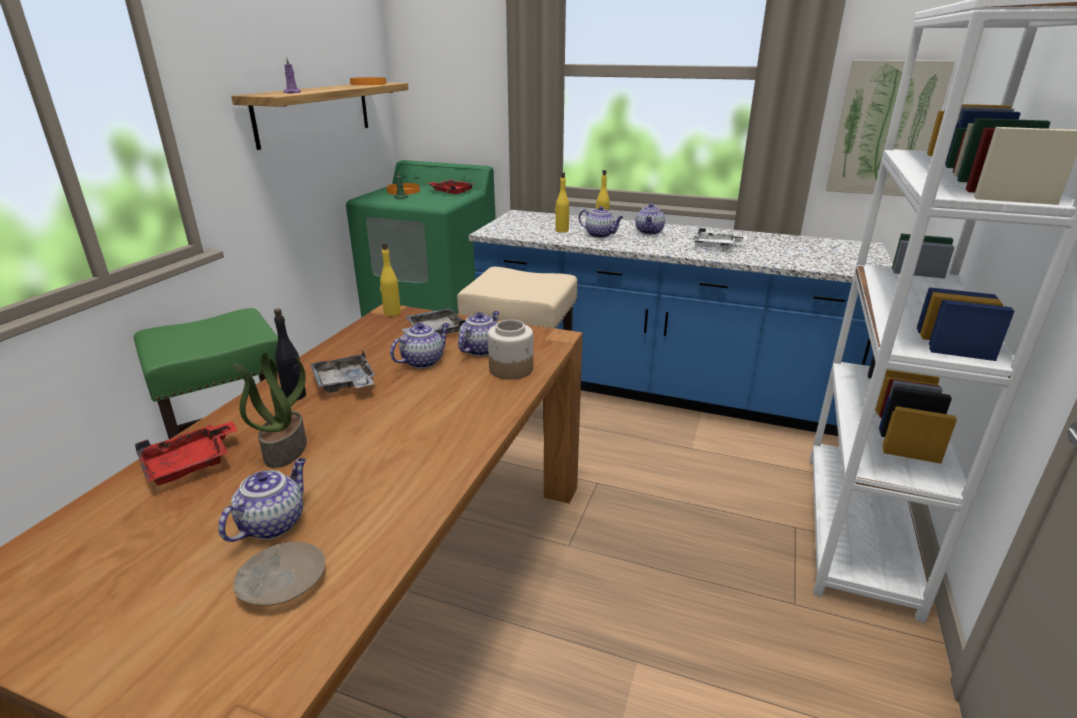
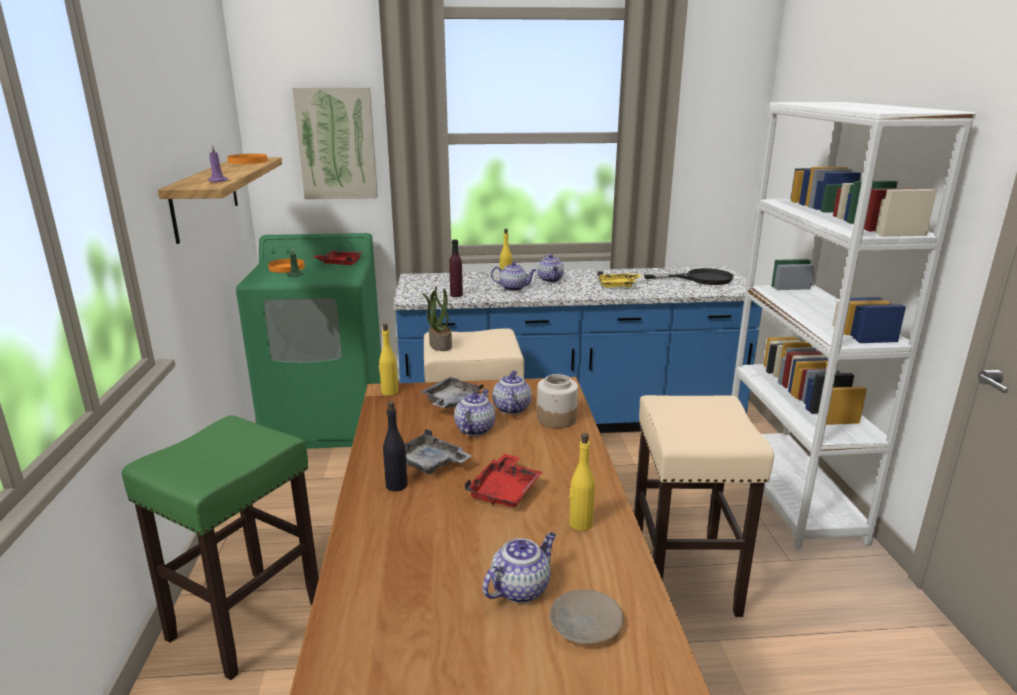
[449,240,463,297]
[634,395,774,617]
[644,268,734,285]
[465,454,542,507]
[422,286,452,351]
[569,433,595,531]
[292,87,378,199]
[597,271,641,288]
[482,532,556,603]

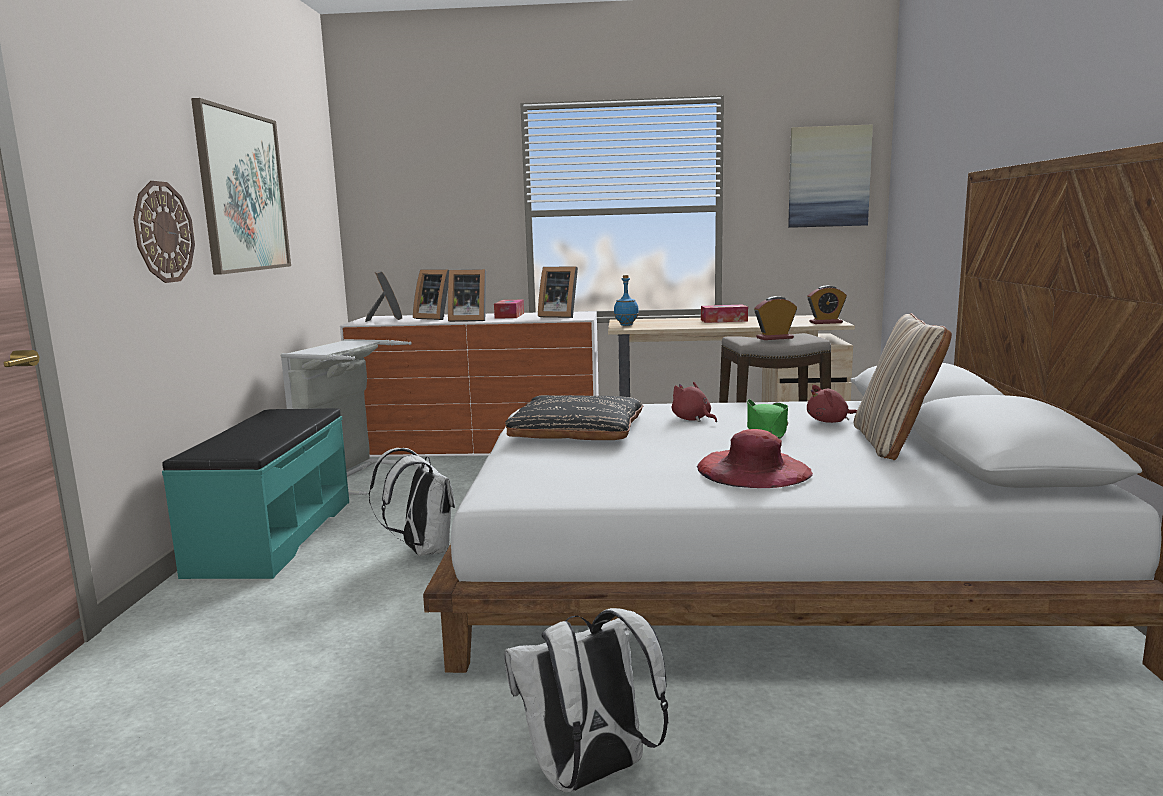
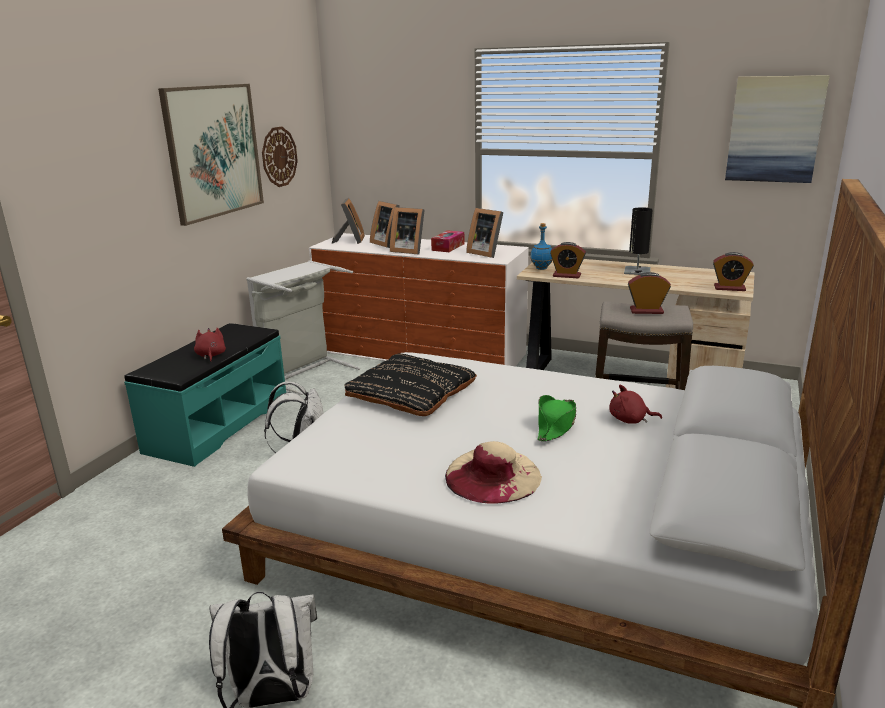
[854,313,952,460] (first image)
[550,242,586,278]
[262,127,298,187]
[194,328,226,362]
[624,207,653,275]
[445,441,542,504]

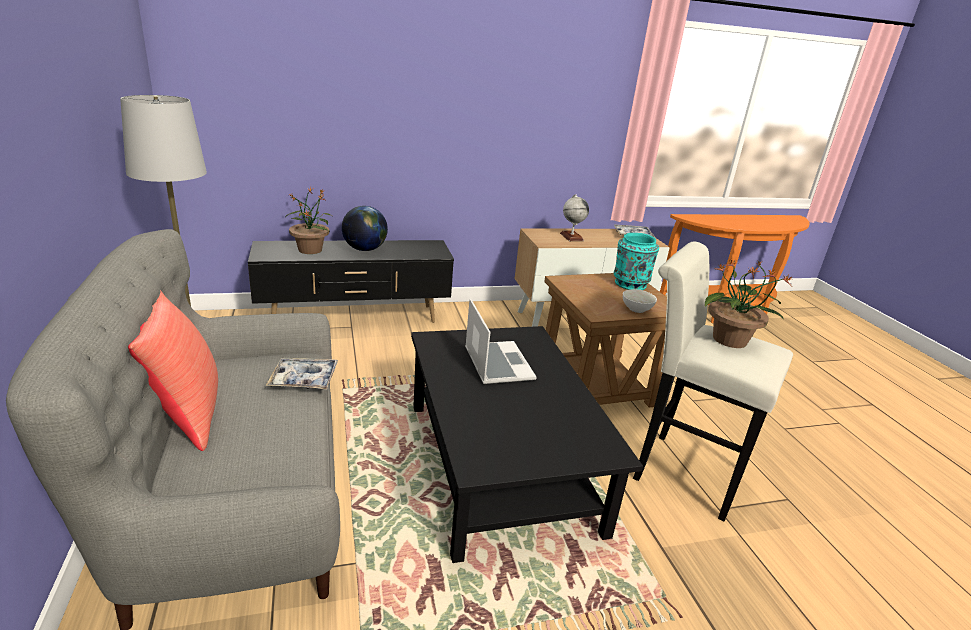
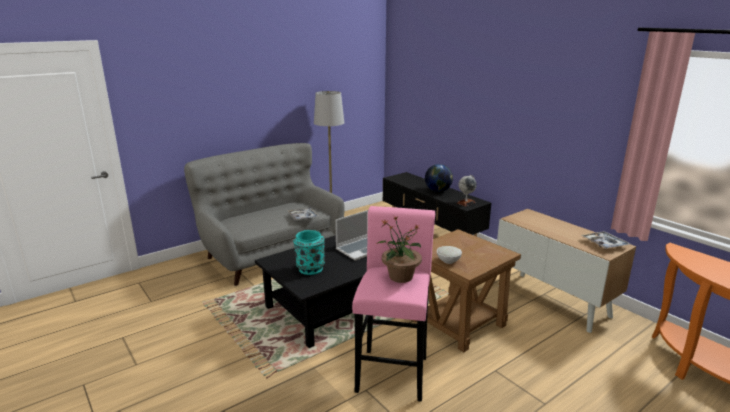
[128,290,218,451] (first image)
[285,187,332,254] (first image)
[457,175,477,207]
[293,230,325,275]
[352,206,435,402]

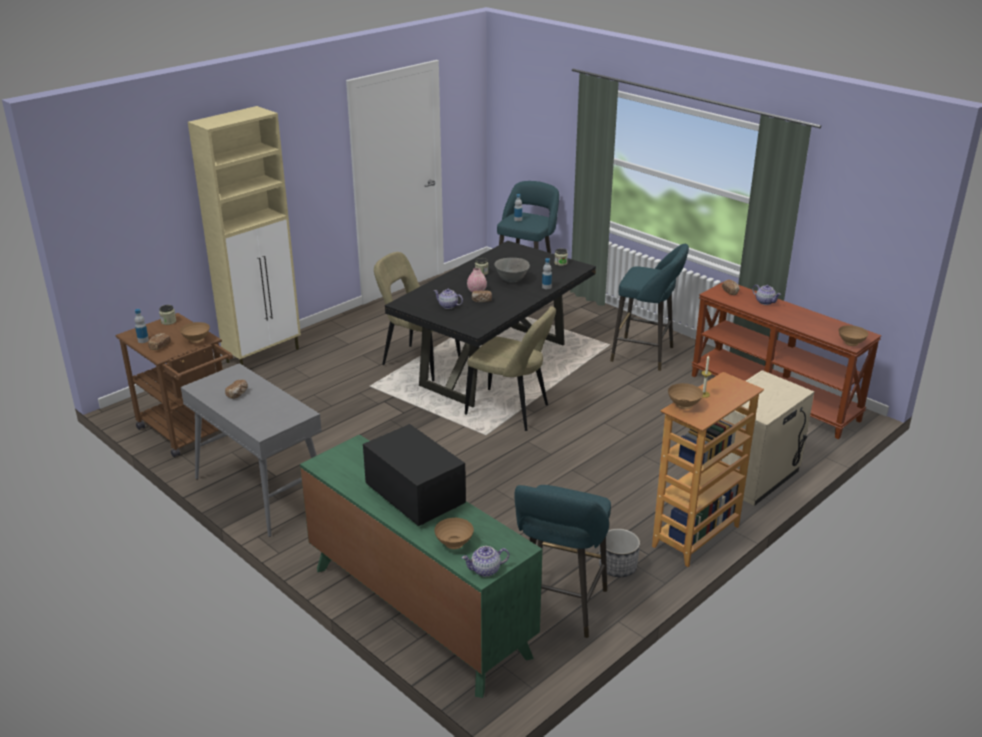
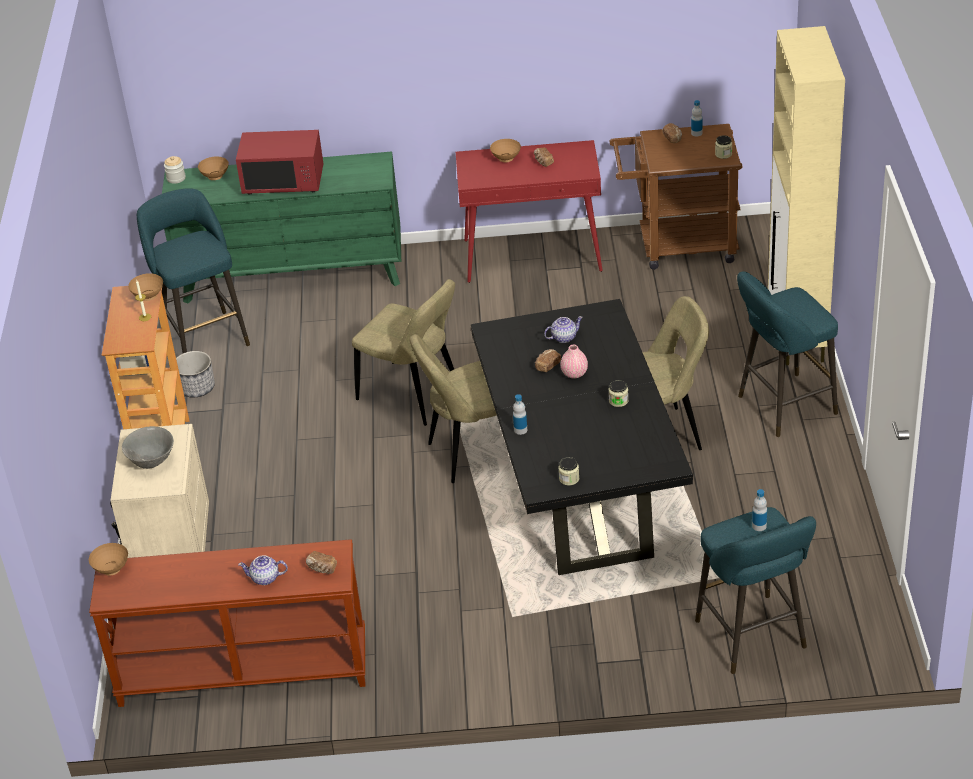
[352,279,455,426]
[490,139,521,162]
[122,426,174,469]
[737,271,838,437]
[164,156,186,184]
[456,140,603,283]
[236,130,323,195]

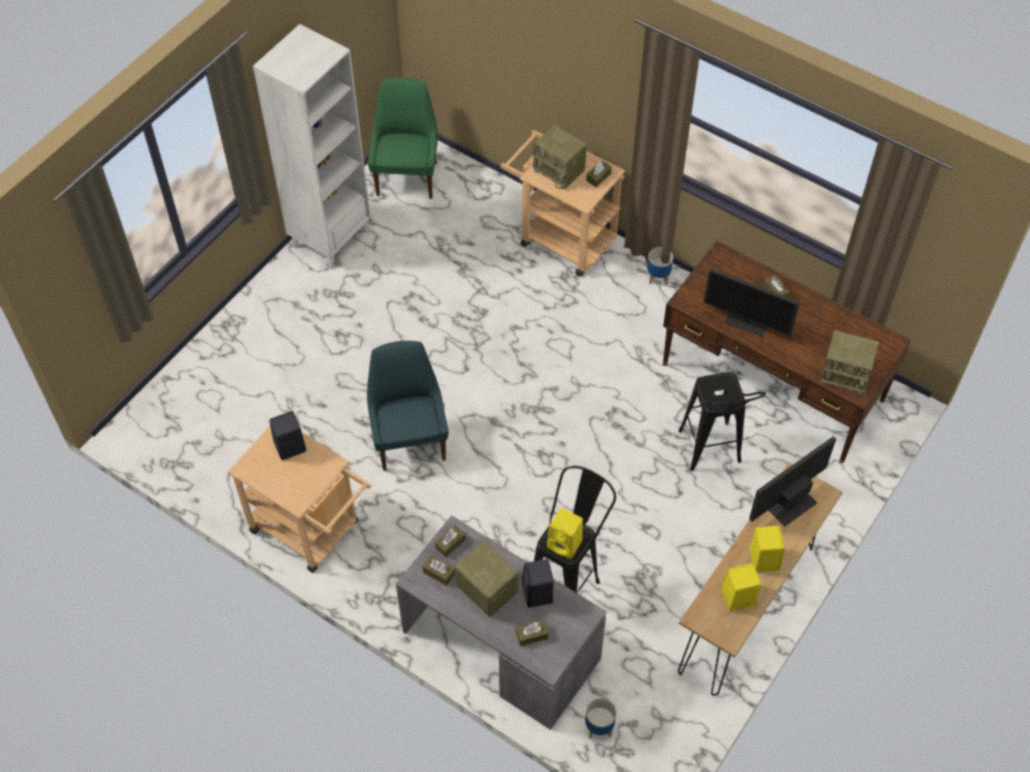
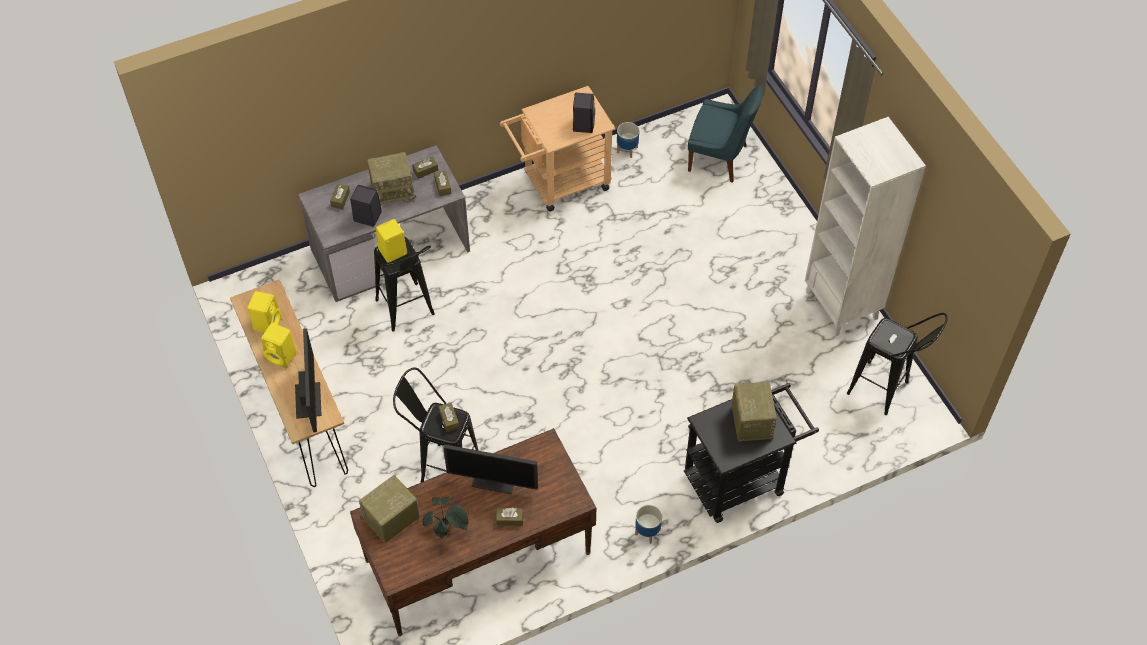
[423,497,468,539]
[688,85,763,183]
[617,122,639,158]
[439,403,459,432]
[847,313,948,415]
[684,383,819,523]
[731,382,776,441]
[443,444,538,494]

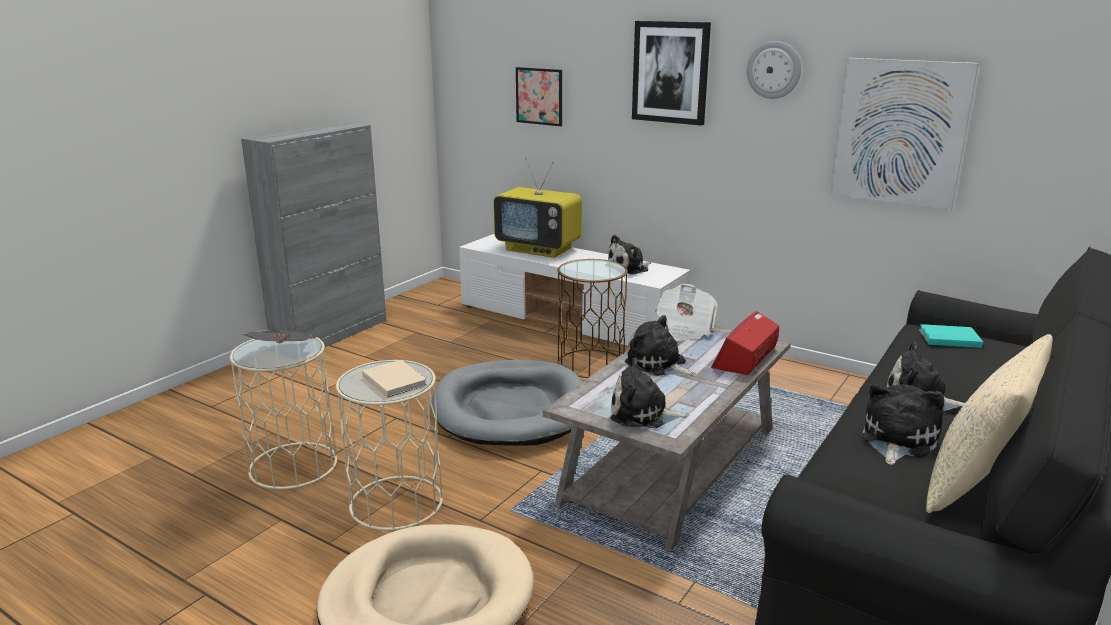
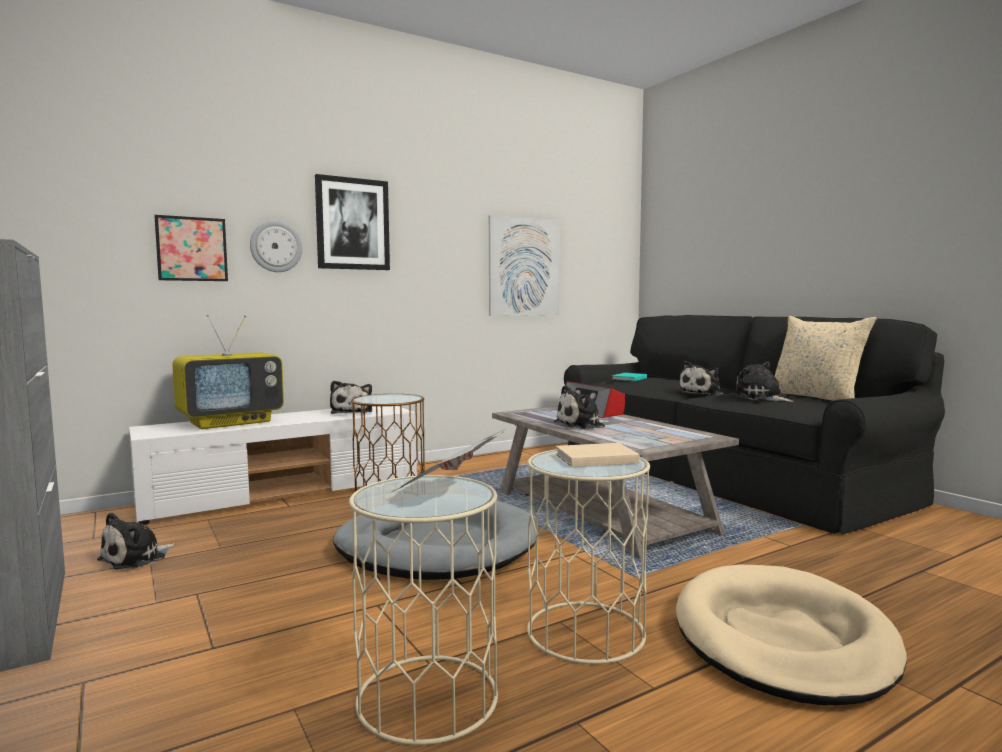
[655,284,718,341] (first image)
[97,513,176,570]
[250,221,302,272]

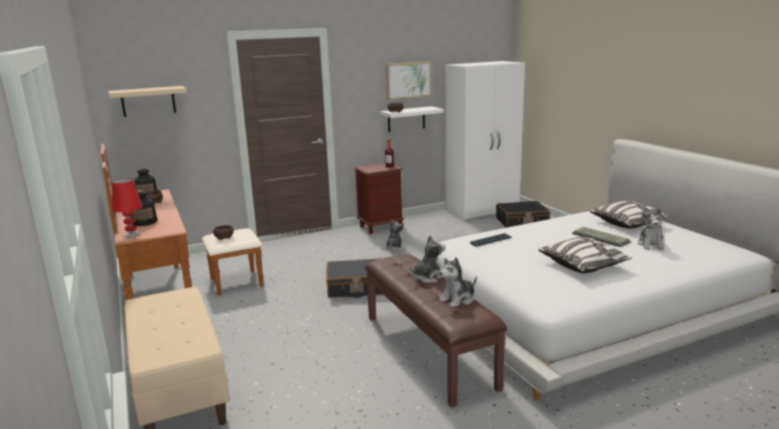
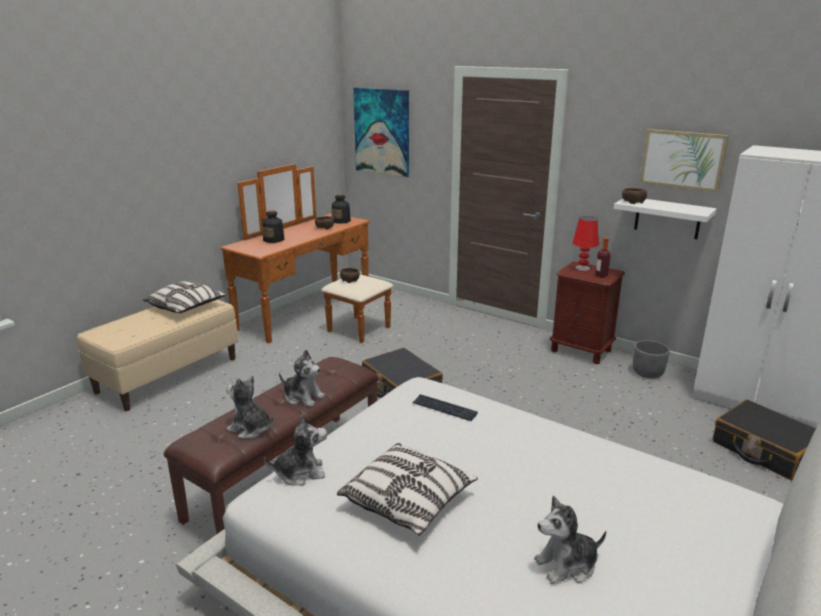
[572,227,631,247] (first image)
[633,340,670,379]
[572,216,599,271]
[264,415,327,486]
[143,281,226,313]
[353,87,409,177]

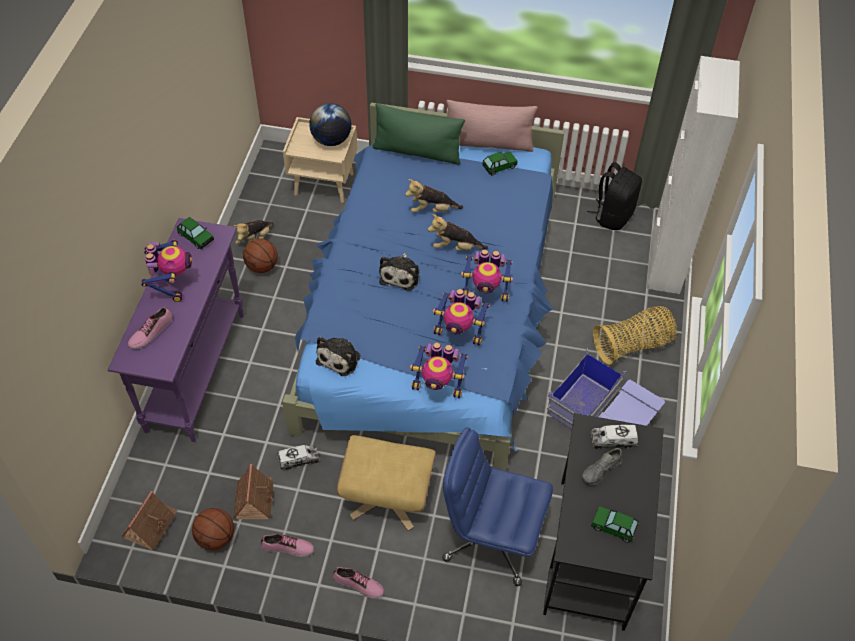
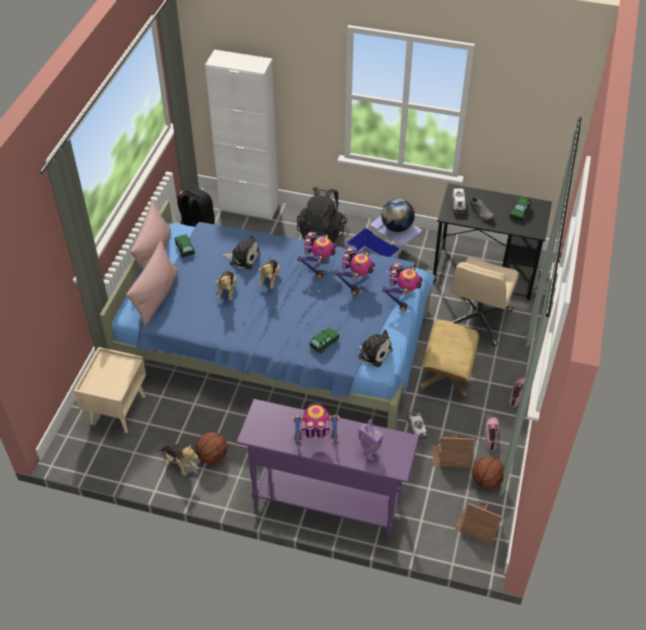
[309,327,339,353]
[381,199,415,232]
[222,235,260,270]
[358,420,384,460]
[297,187,348,243]
[126,241,179,326]
[451,257,519,346]

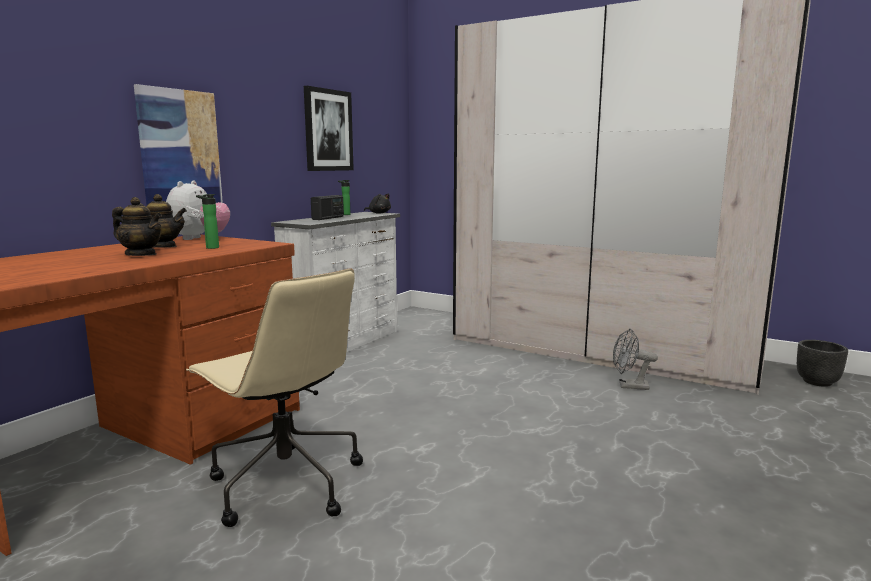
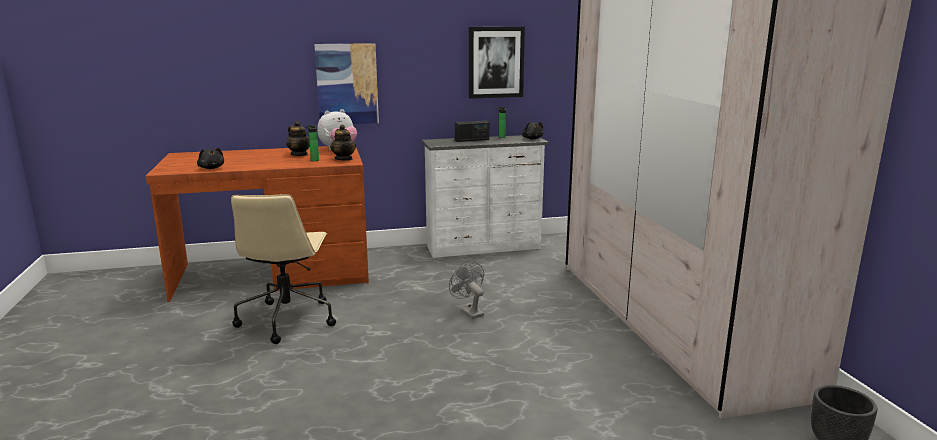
[197,147,224,169]
[330,124,356,161]
[449,262,484,319]

